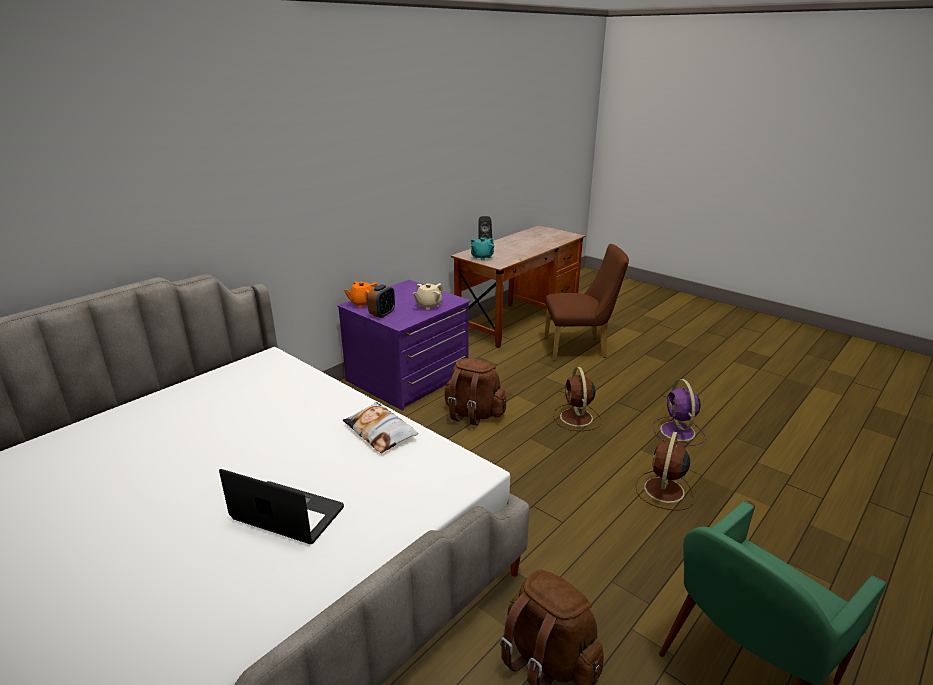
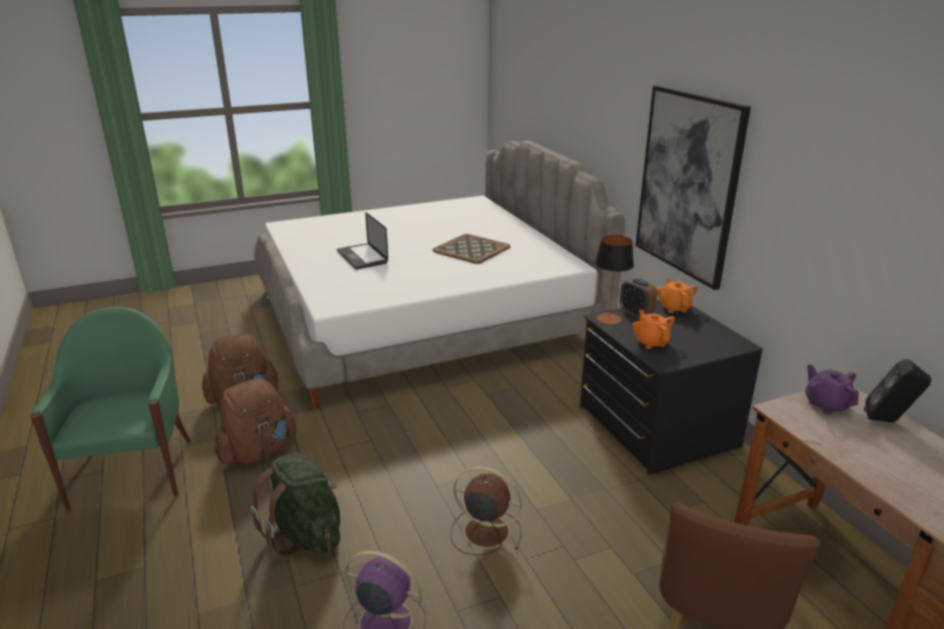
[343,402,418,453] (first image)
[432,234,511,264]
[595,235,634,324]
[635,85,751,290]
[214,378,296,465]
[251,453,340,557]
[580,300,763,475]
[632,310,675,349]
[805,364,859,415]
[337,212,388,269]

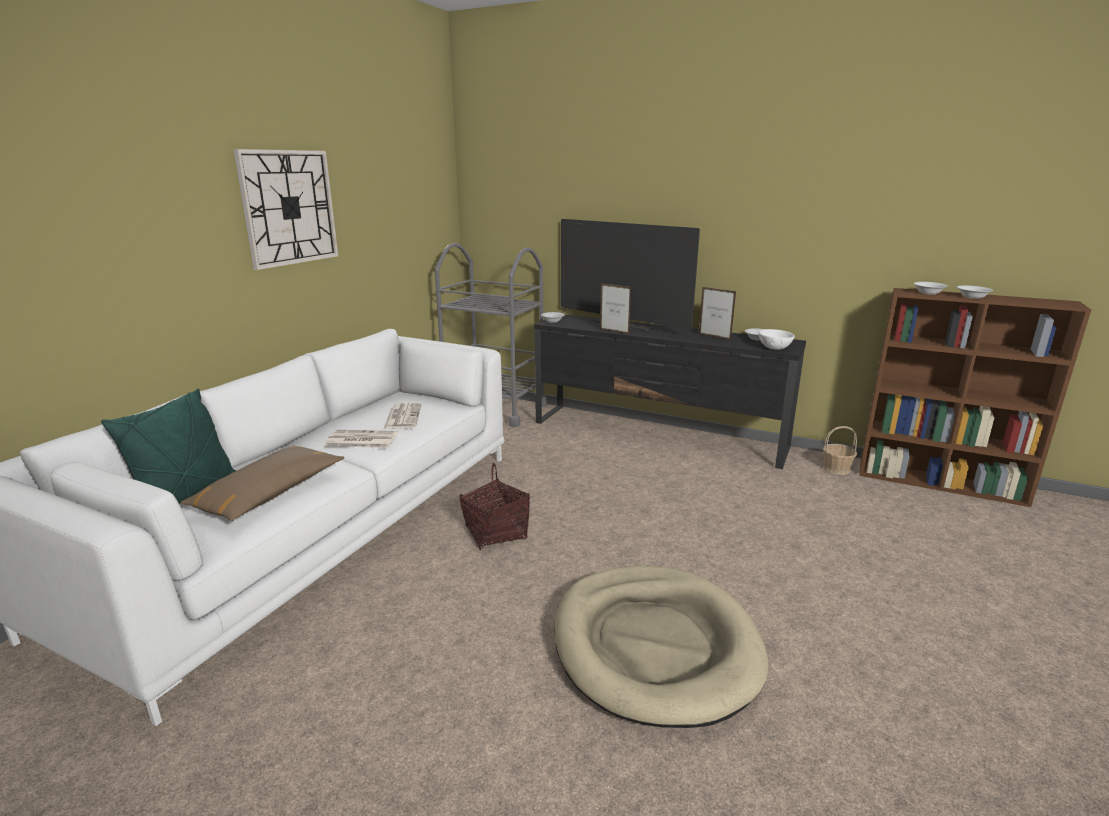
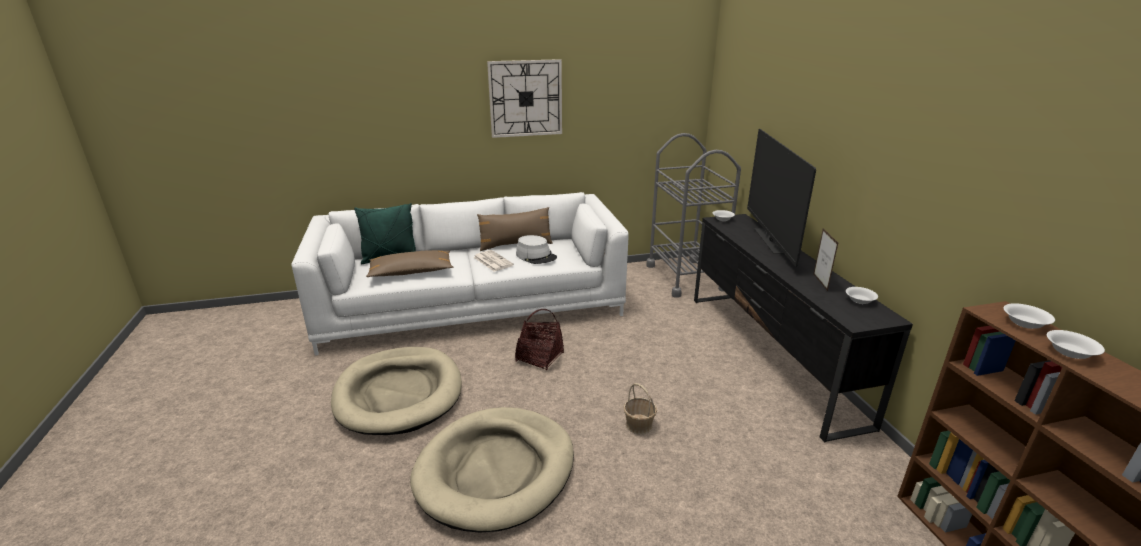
[600,283,632,335] (first image)
[759,329,795,350] (first image)
[331,347,462,435]
[477,207,553,251]
[623,383,657,434]
[516,235,557,264]

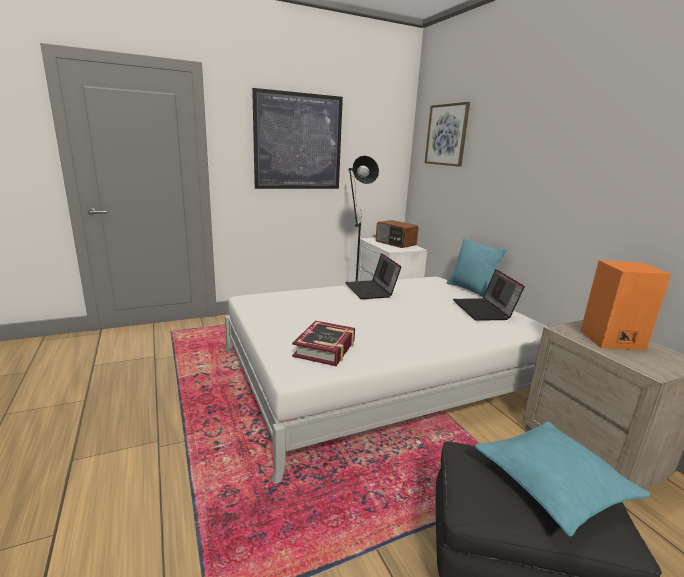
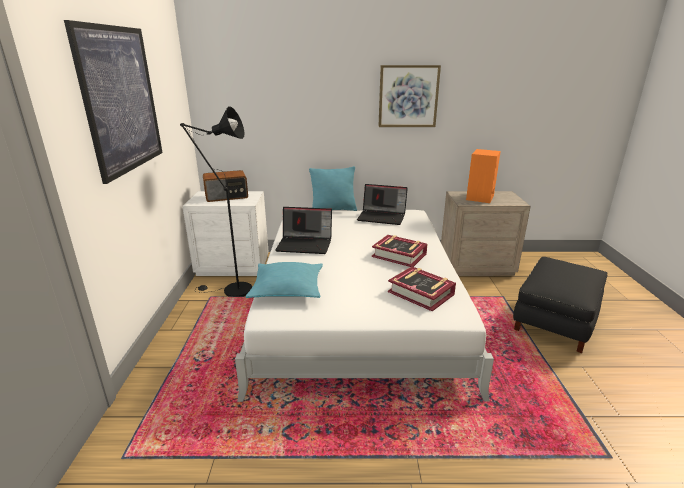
[372,235,427,267]
[378,65,441,127]
[246,262,323,298]

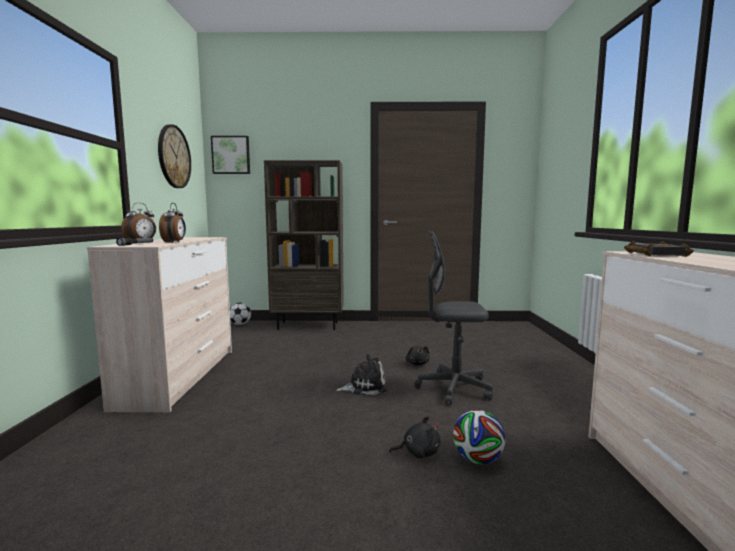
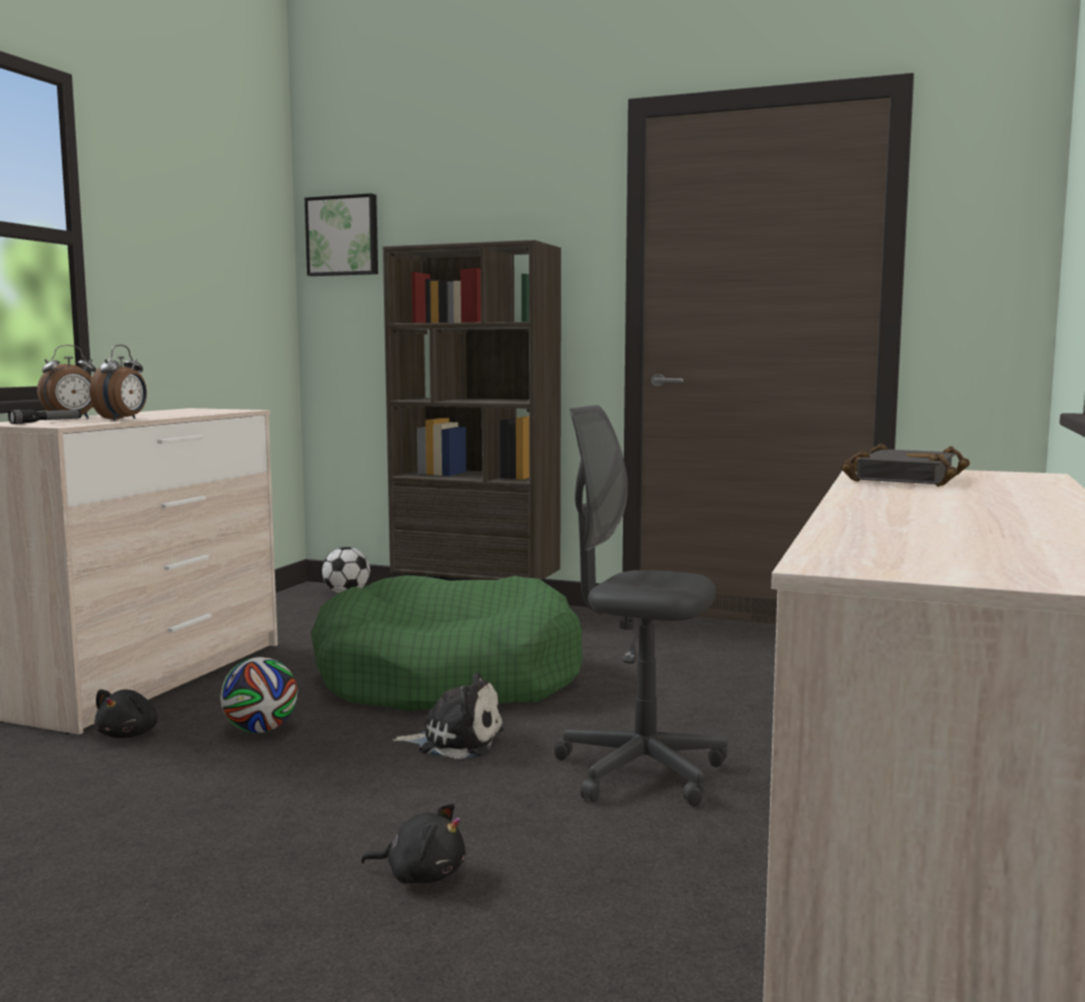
[158,124,191,188] (first image)
[311,575,583,711]
[94,689,158,738]
[220,657,297,733]

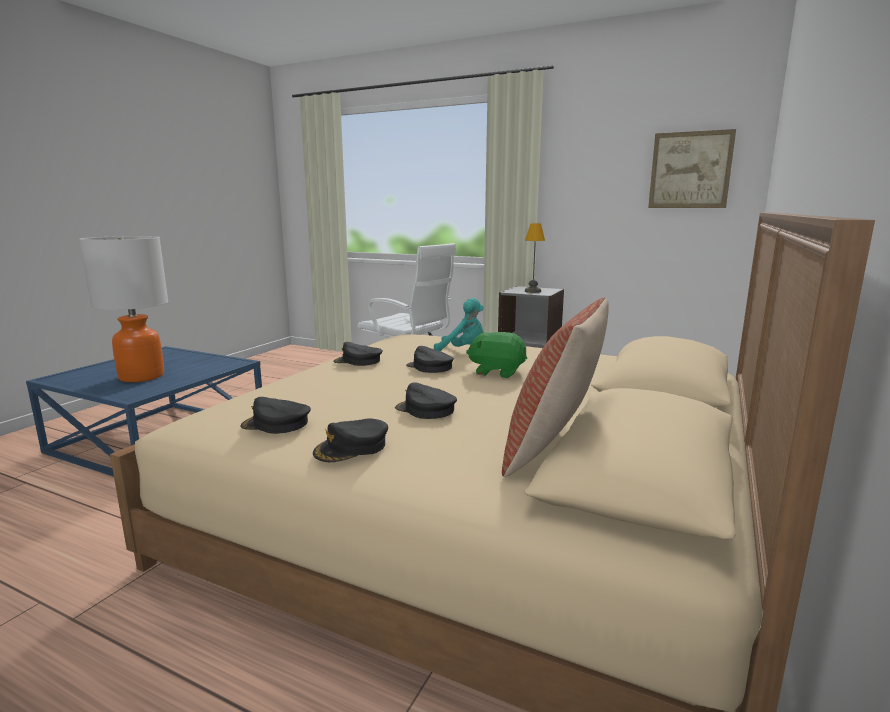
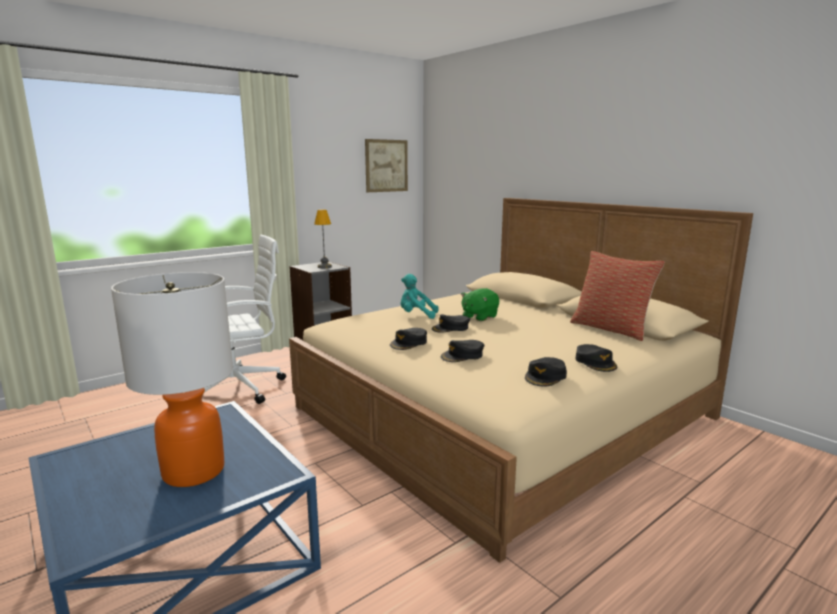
[441,340,484,362]
[401,274,439,319]

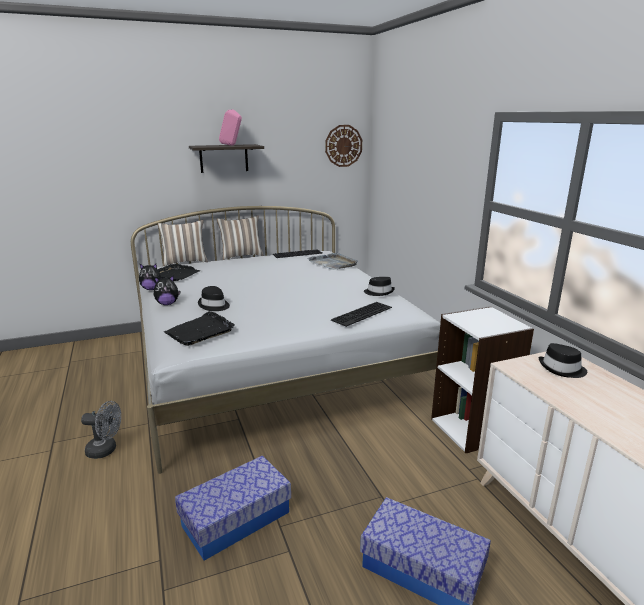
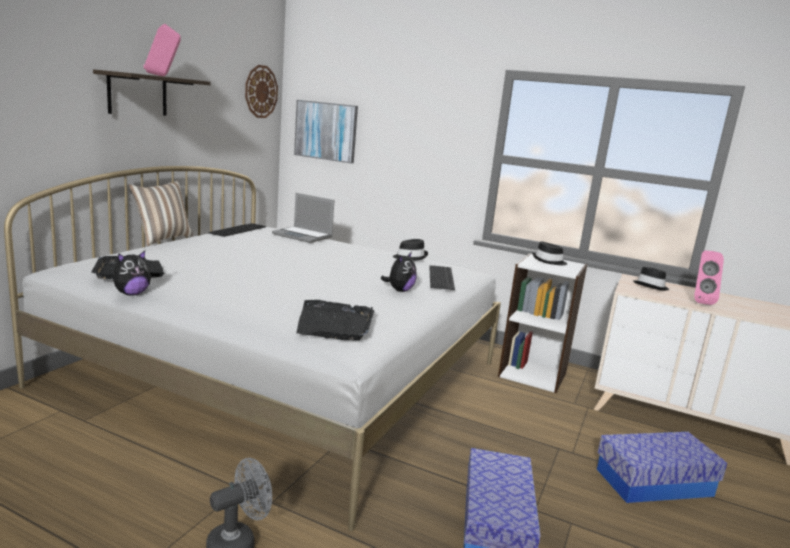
[157,220,208,266] (first image)
[294,100,358,163]
[694,251,724,305]
[381,252,417,292]
[532,241,567,266]
[272,193,334,243]

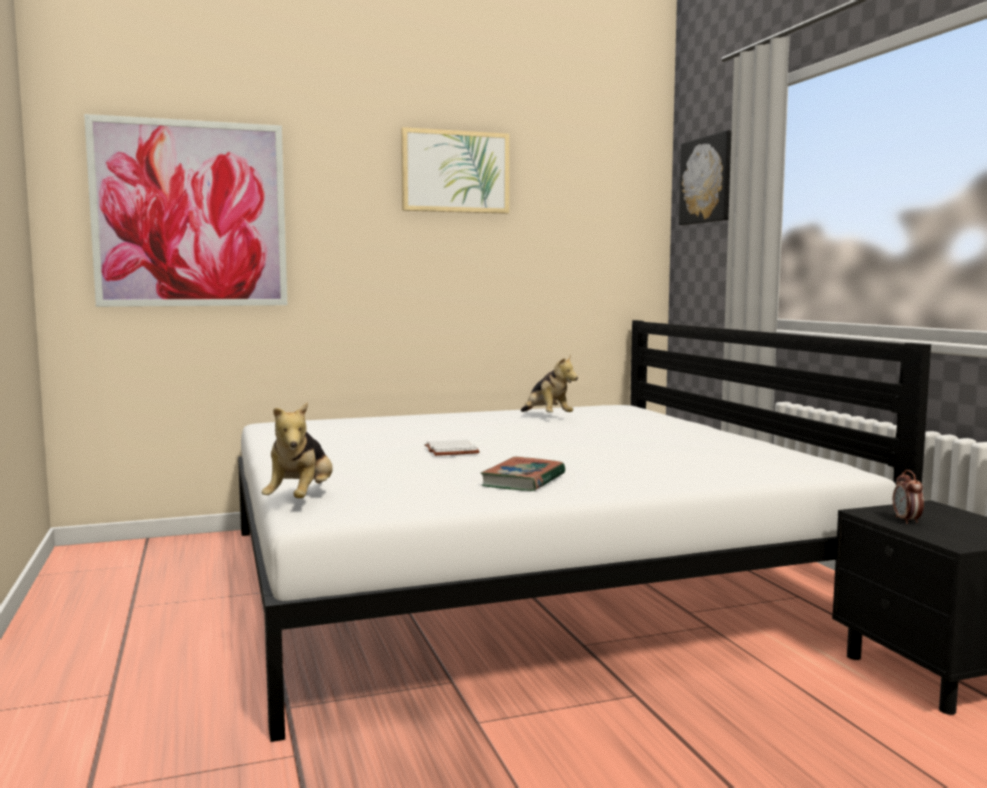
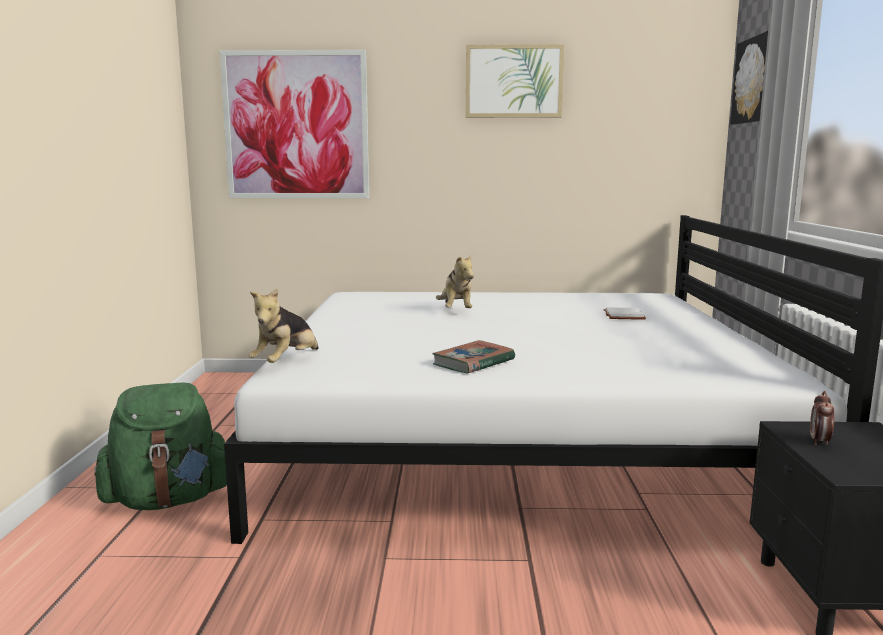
[94,383,227,510]
[603,307,646,320]
[436,253,474,308]

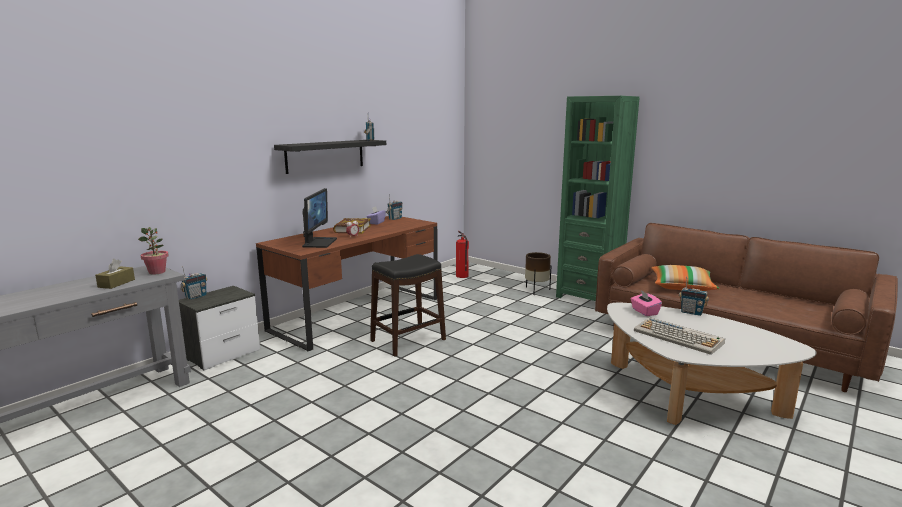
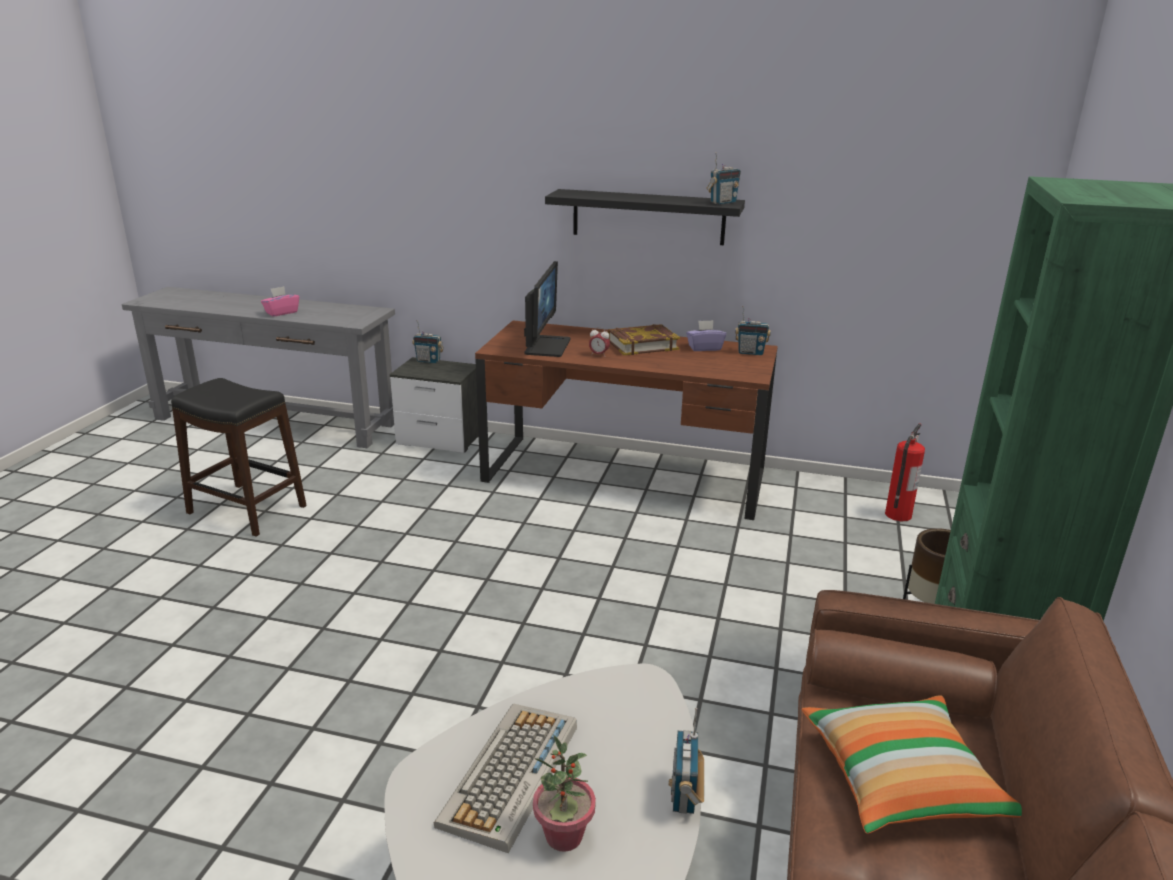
[95,259,135,289] (first image)
[533,735,596,852]
[171,378,307,537]
[261,286,299,317]
[524,261,571,357]

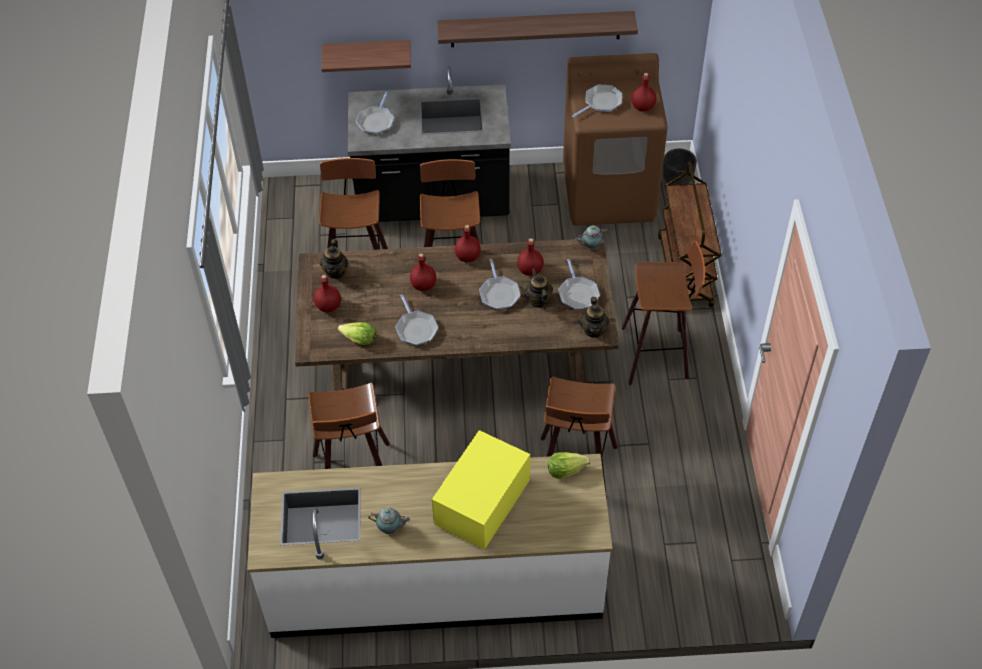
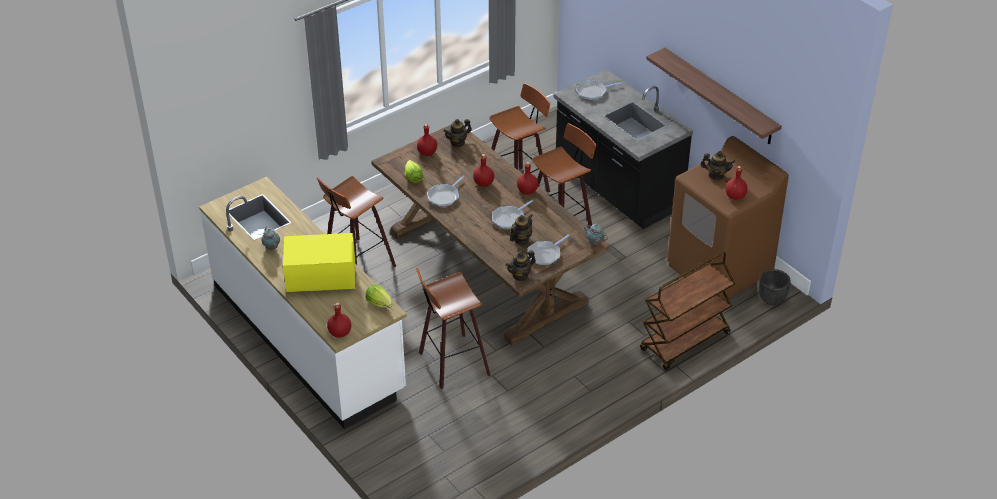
[321,40,411,72] (first image)
[622,241,705,385] (first image)
[327,302,351,338]
[701,151,735,180]

